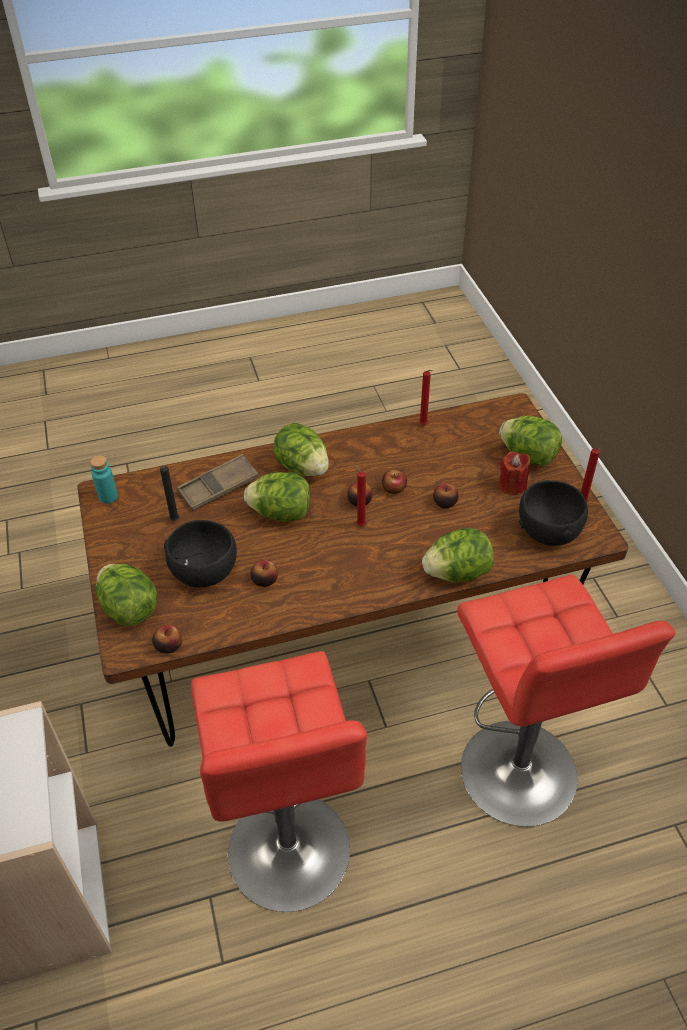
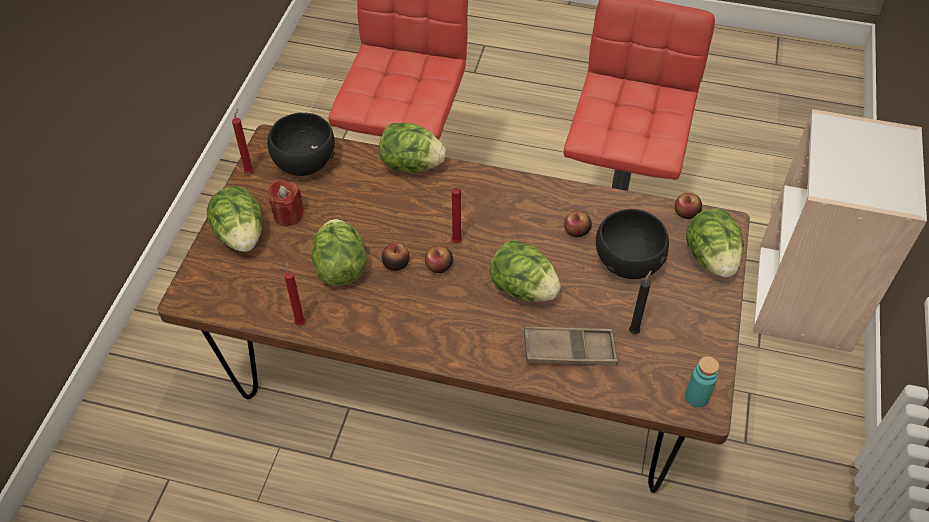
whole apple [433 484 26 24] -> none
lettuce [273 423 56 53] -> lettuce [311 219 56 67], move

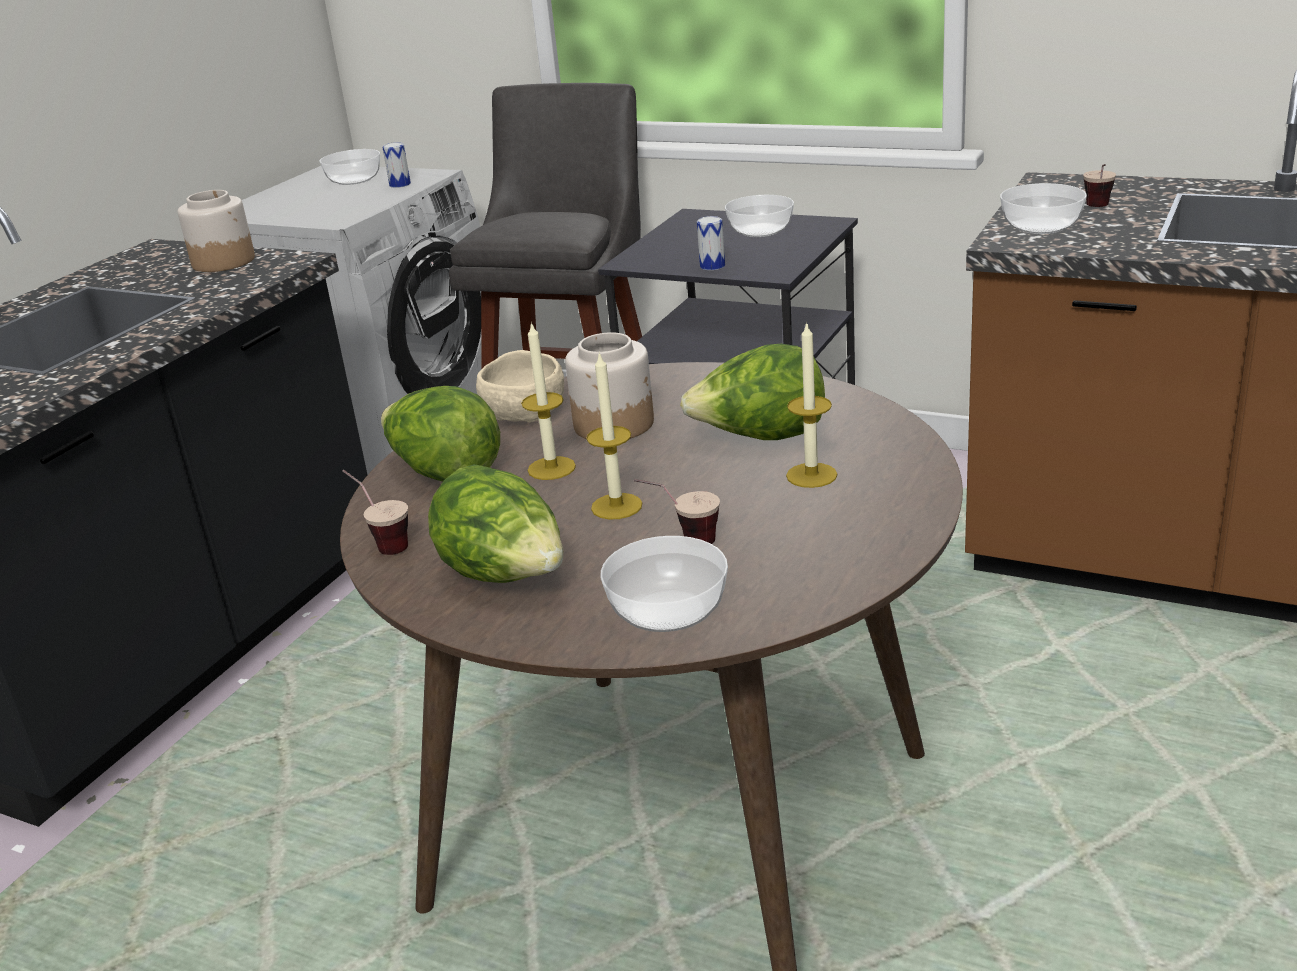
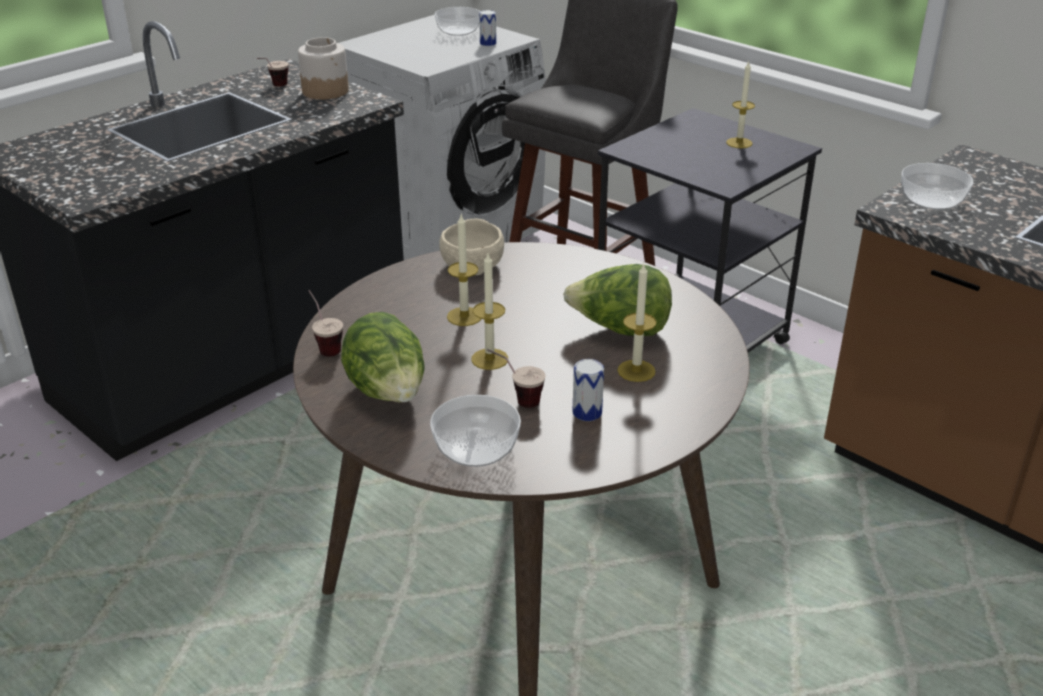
lettuce [381 386 119 96] -> none
jar [565 332 89 107] -> none
metal can [697 216 28 54] -> metal can [572 359 32 62], move
small cup [1083 164 33 43] -> small cup [257 58 32 29], move
serving bowl [725 195 69 42] -> wax light [726 61 29 87]

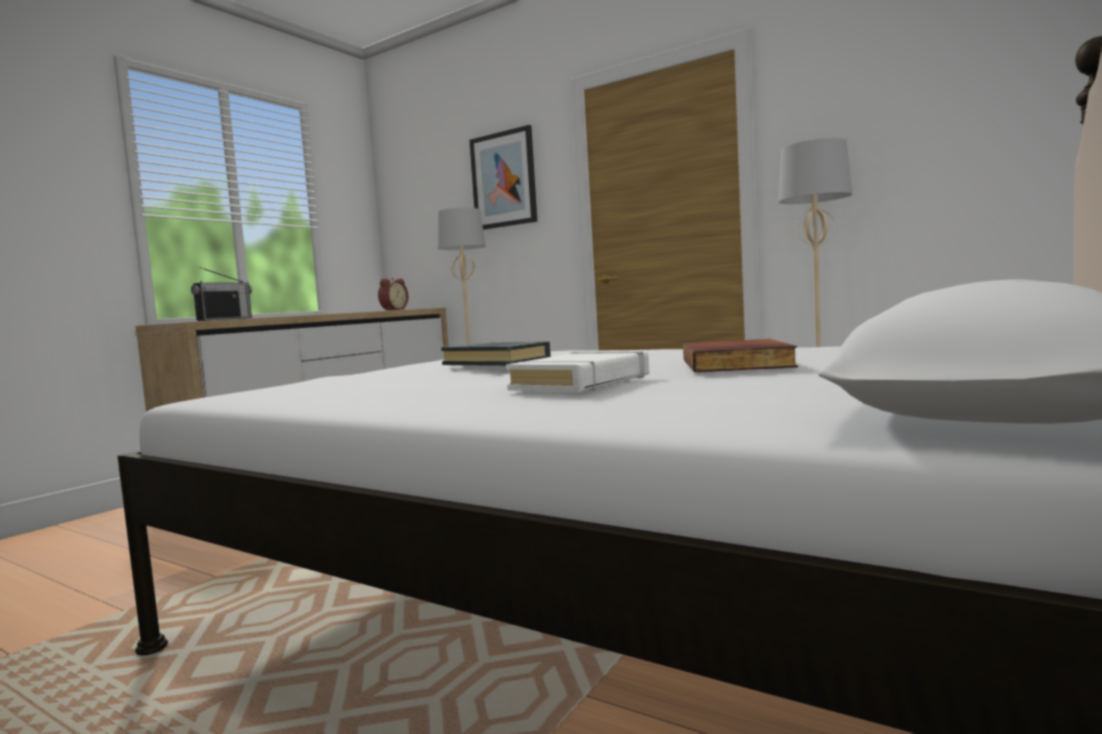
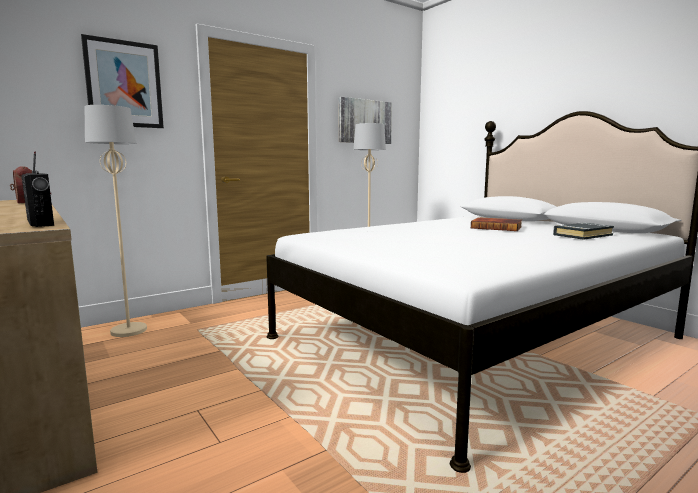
whitish bound book [506 351 143 42] -> none
none -> wall picture [339 97 53 47]
black bound book [441 341 110 25] -> black bound book [553 223 61 17], move

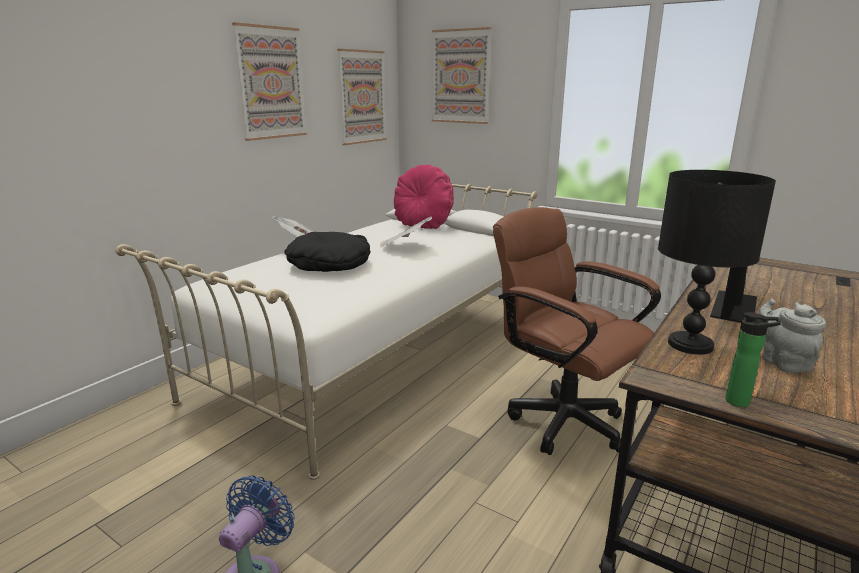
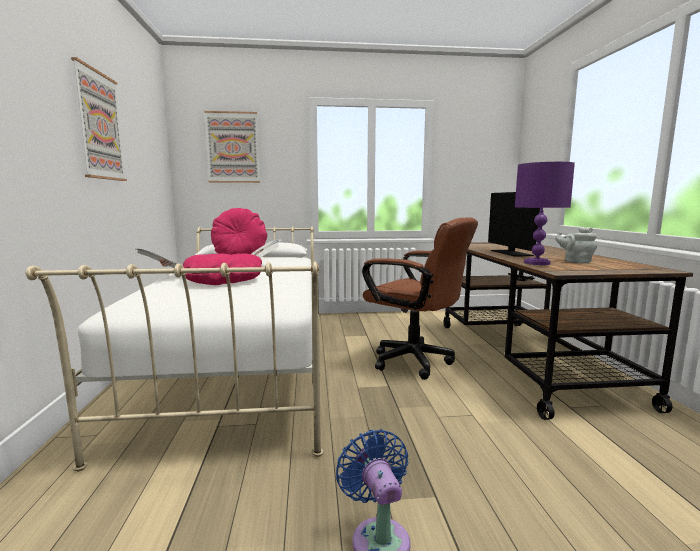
wall picture [337 49 50 96] -> none
beverage bottle [725 312 56 95] -> none
black throw pillow [284 232 86 40] -> pinkish throw pillow [183 253 79 32]
black lamp for a table [658 170 118 185] -> purple-coloured lamp for a table [515 162 60 103]
brown-coloured desk chair [493 207 168 248] -> brown-coloured desk chair [362 217 116 163], 150 degrees counterclockwise

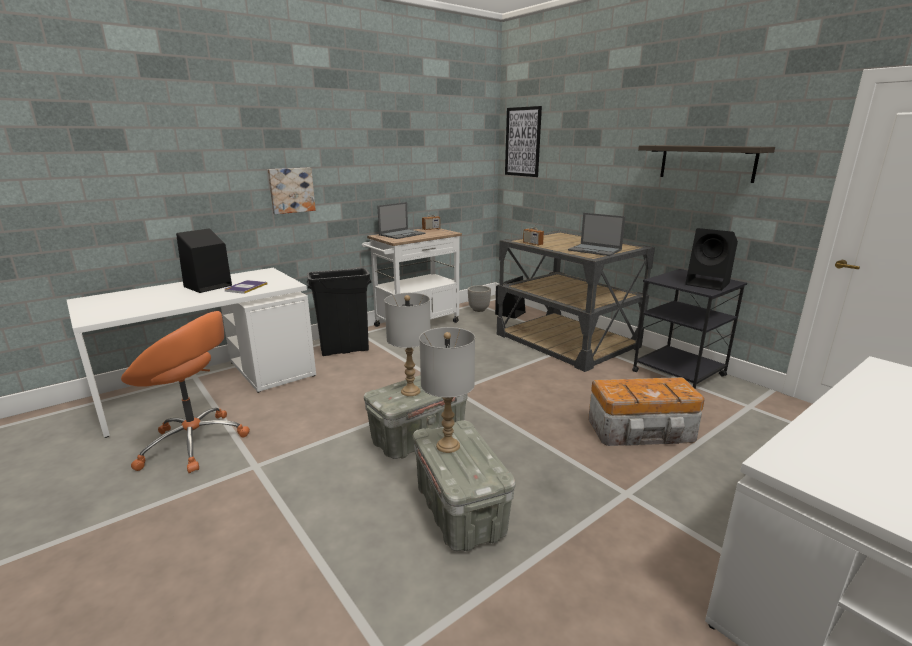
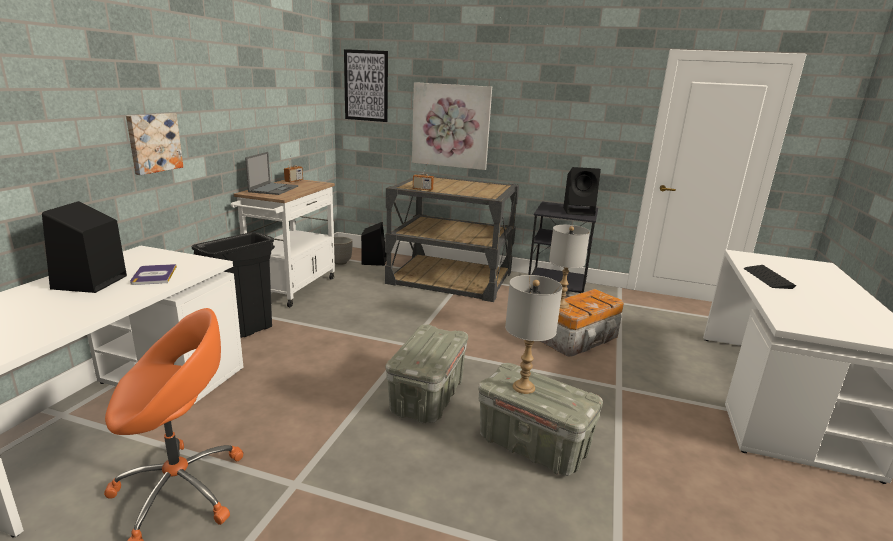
notebook computer [568 213 58 43] -> none
shelf [638 145 137 38] -> none
none -> wall picture [412 82 80 88]
none -> computer keyboard [743 265 53 24]
greyish lamp for a table [385 293 45 103] -> greyish lamp for a table [549 225 41 84], move

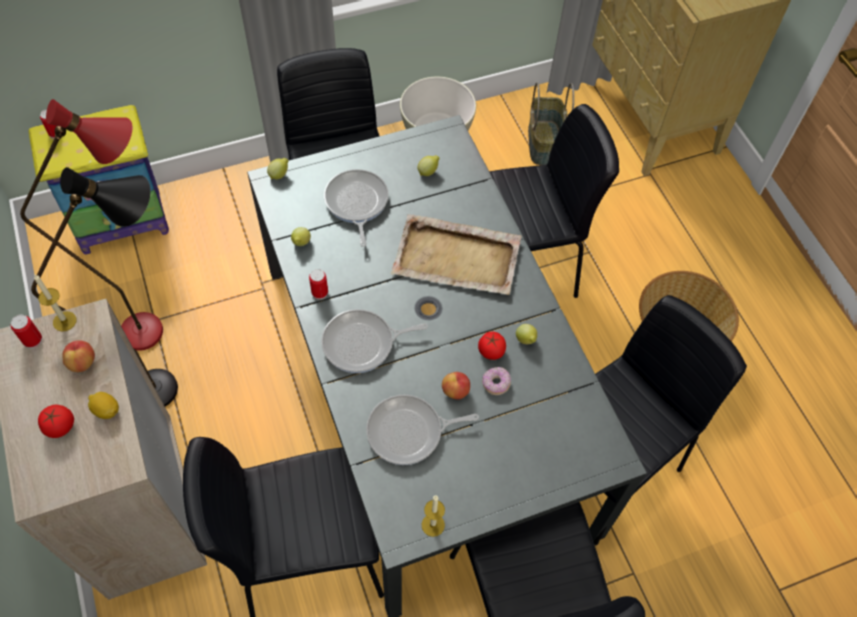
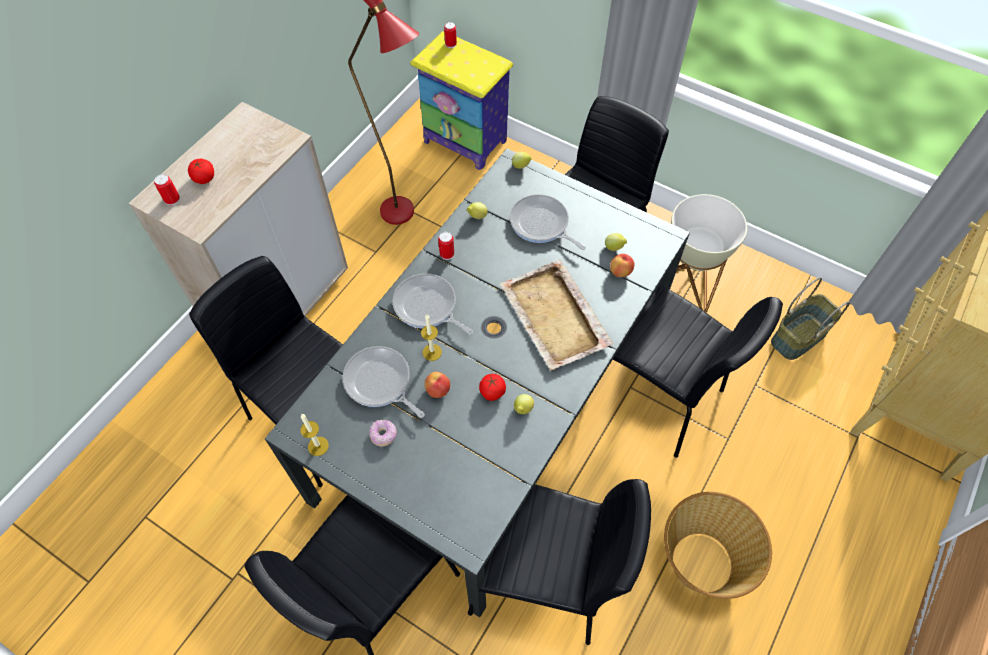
black floor lamp [31 167 147 239] -> none
lemon [88 392 31 27] -> none
metal can [11 315 31 33] -> metal can [154 174 26 32], move
wax light [34 274 43 57] -> wax light [421 315 21 46], move
whole apple [63 340 32 32] -> whole apple [610 254 25 23], move
doughnut [482 367 29 28] -> doughnut [369 419 28 27], move
skillet [324 169 65 78] -> skillet [510 194 76 56], 90 degrees counterclockwise

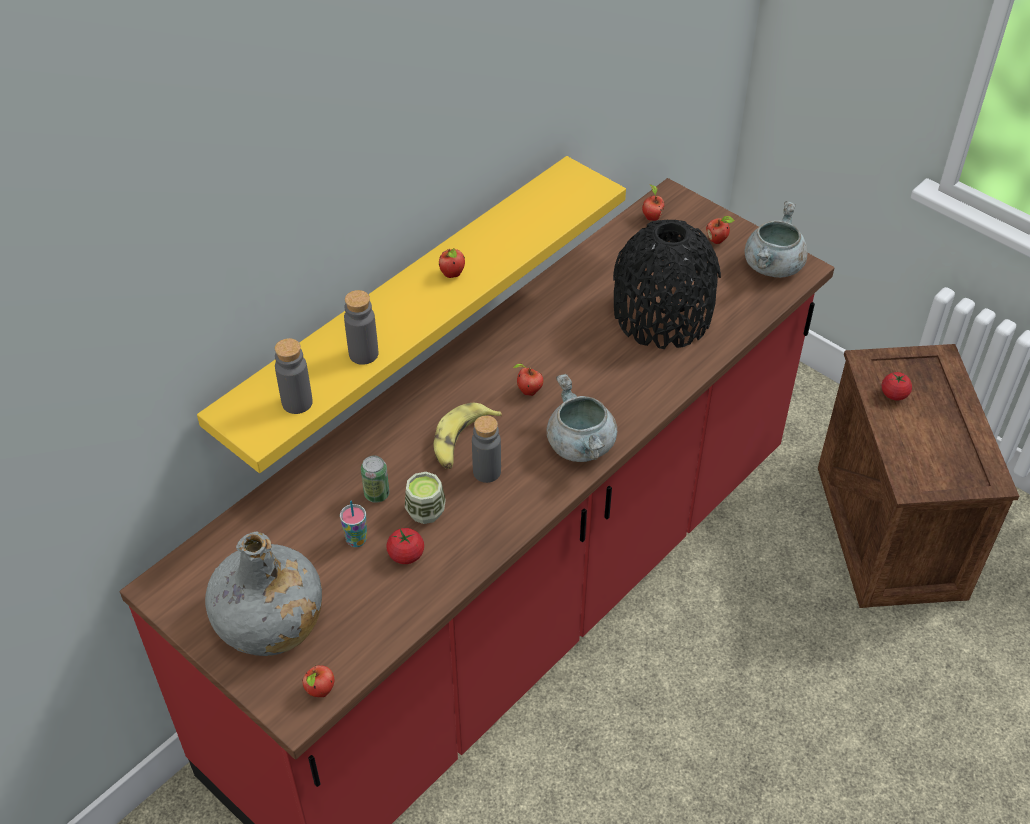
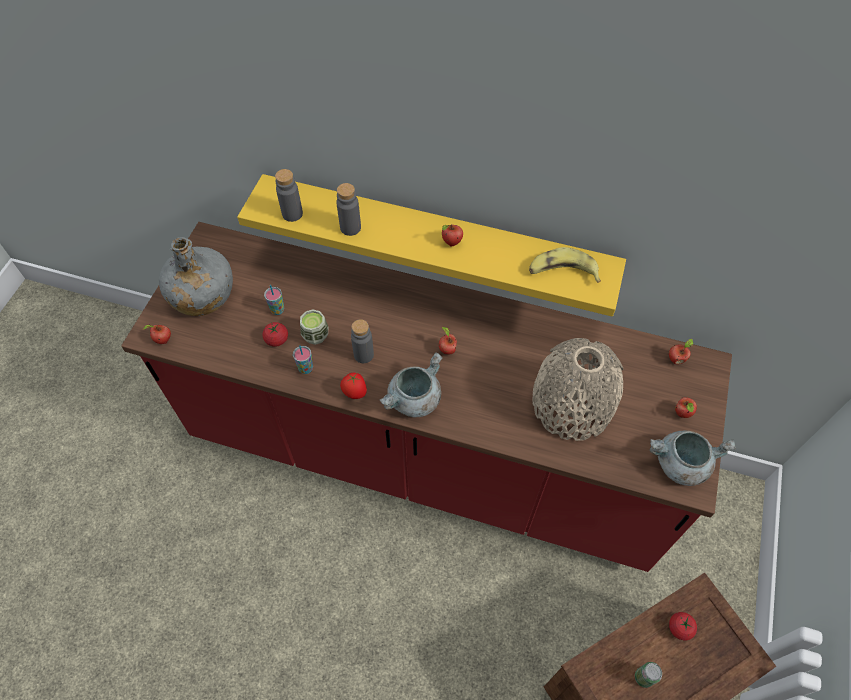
none -> small cup [293 345 20 29]
none -> tomato [340 373 27 26]
metal can [361 456 28 47] -> metal can [635 662 27 26], move
whole banana [433 403 69 66] -> whole banana [529 247 72 36], move
black decorative vase [613 220 108 129] -> beige decorative vase [532 338 91 103]

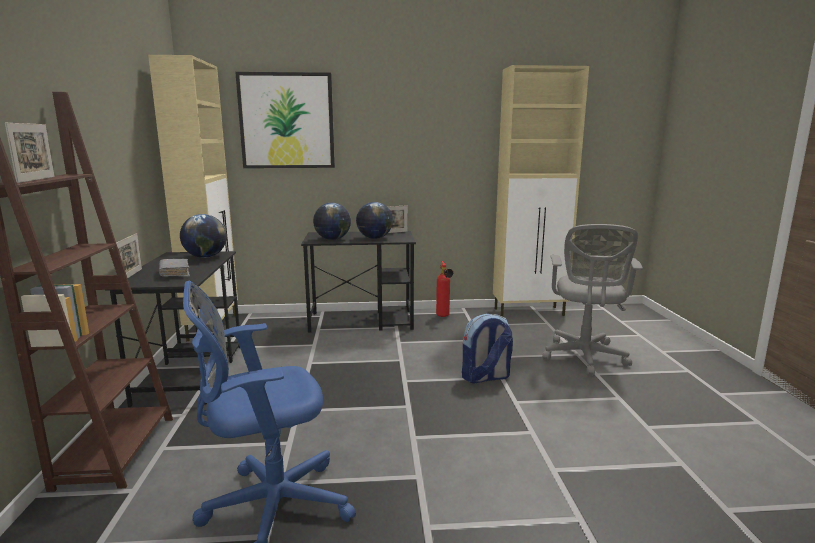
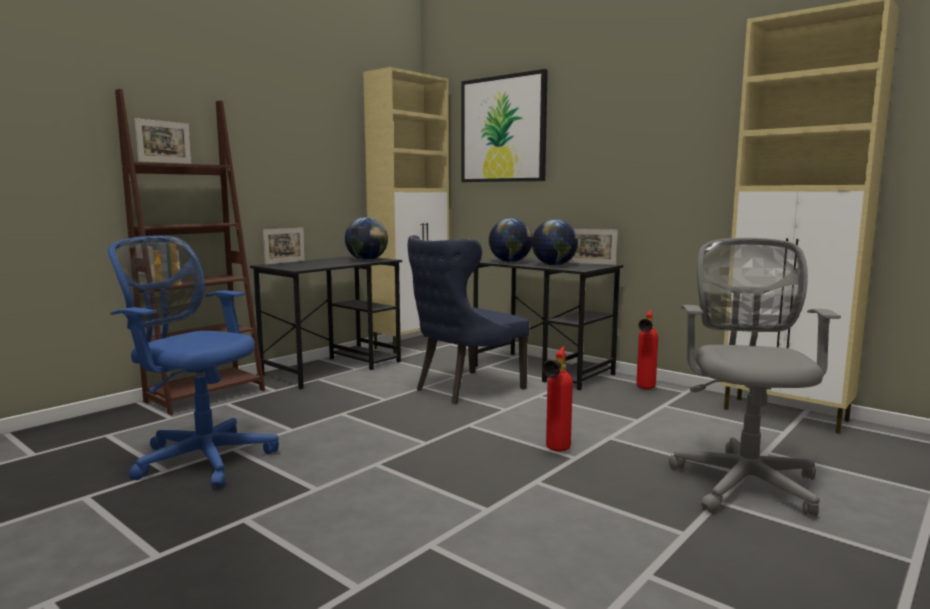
greyish bound book [159 259 31 18] -> none
none -> bluish chair [408 235 121 169]
knapsack [462 314 51 70] -> fire extinguisher [543 347 30 104]
greyish desk chair [542 224 101 152] -> greyish desk chair [669 238 172 278], 135 degrees clockwise

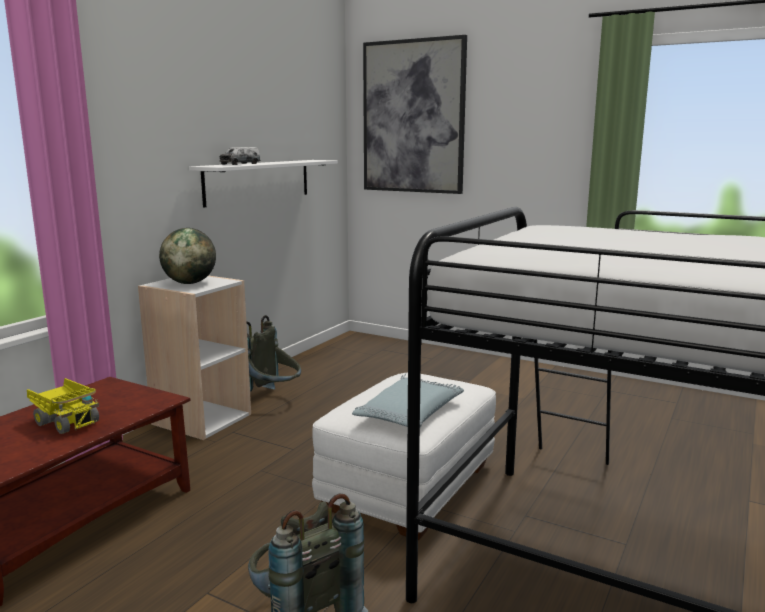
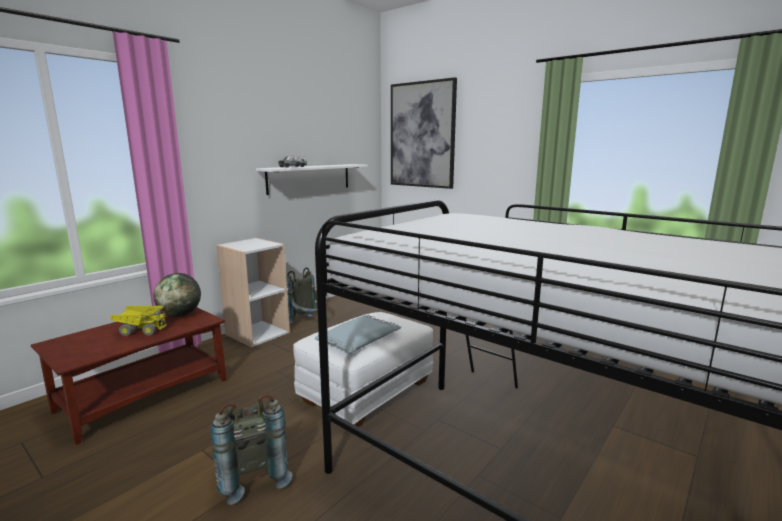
desk globe [159 228 57 56] -> desk globe [153 273 48 44], move
toy truck [27 378 72 56] -> toy truck [111 305 56 31], 45 degrees counterclockwise

